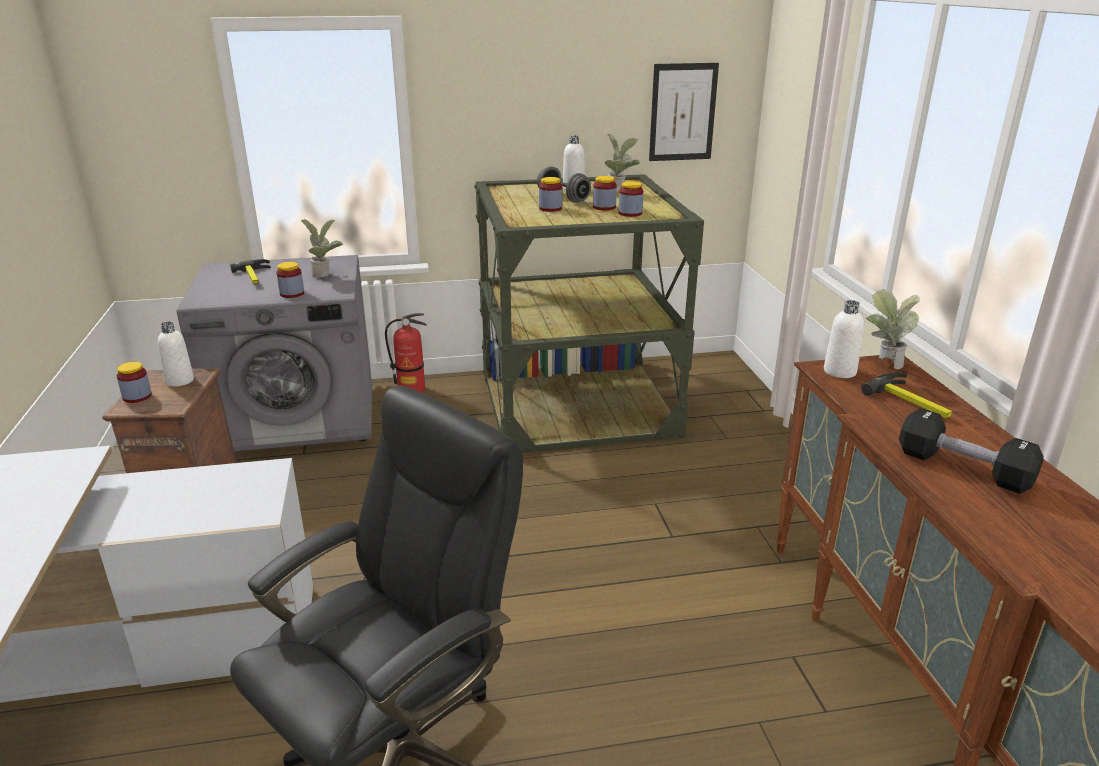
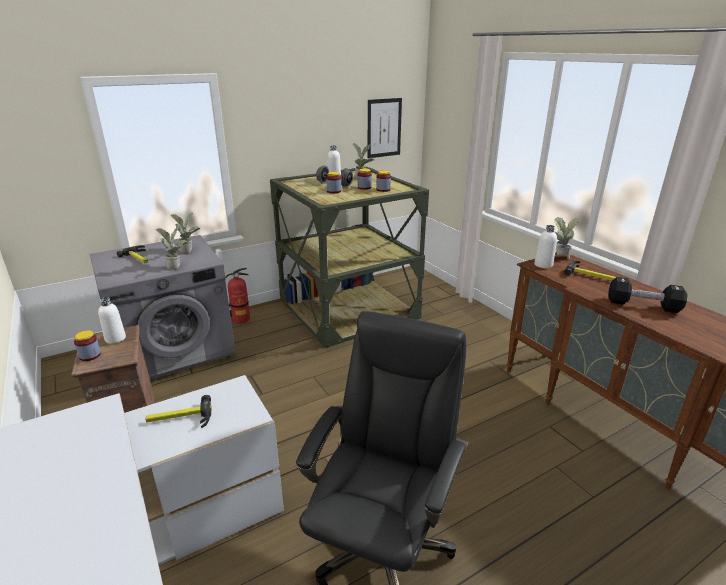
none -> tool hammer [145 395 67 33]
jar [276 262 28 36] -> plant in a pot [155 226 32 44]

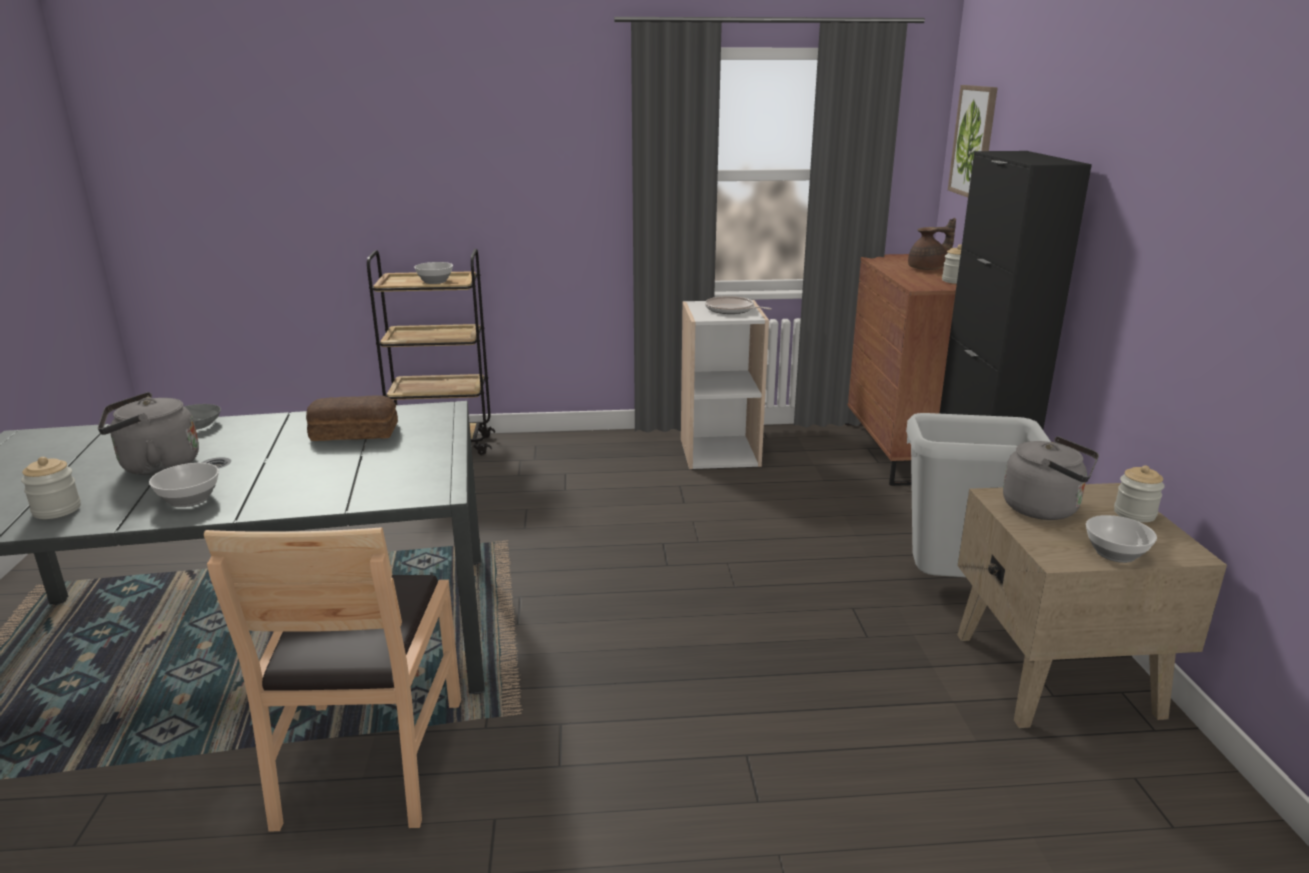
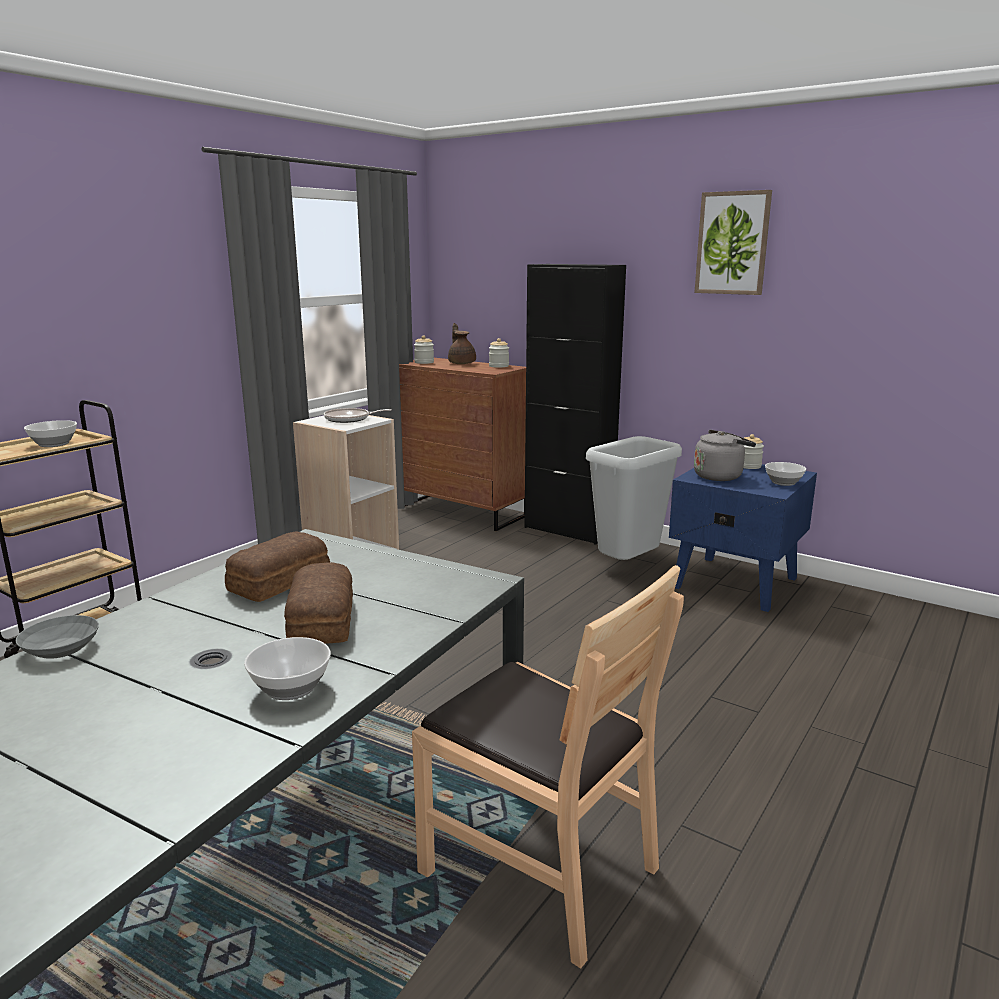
greyish water kettle [98 392 101 83] -> none
none -> bread [284 562 69 82]
jar [21 457 60 62] -> jar [414 335 20 29], move
wall picture [948 85 50 112] -> wall picture [694 190 78 105], move
beige night table [957 483 270 245] -> bluish night table [669 464 148 148]
brown-coloured tea pot [908 218 48 52] -> brown-coloured tea pot [448 323 28 41], 45 degrees counterclockwise

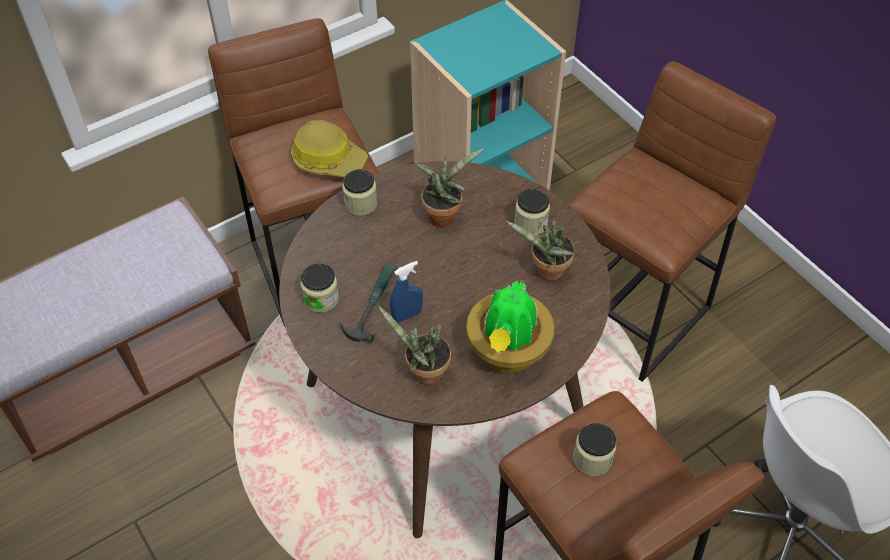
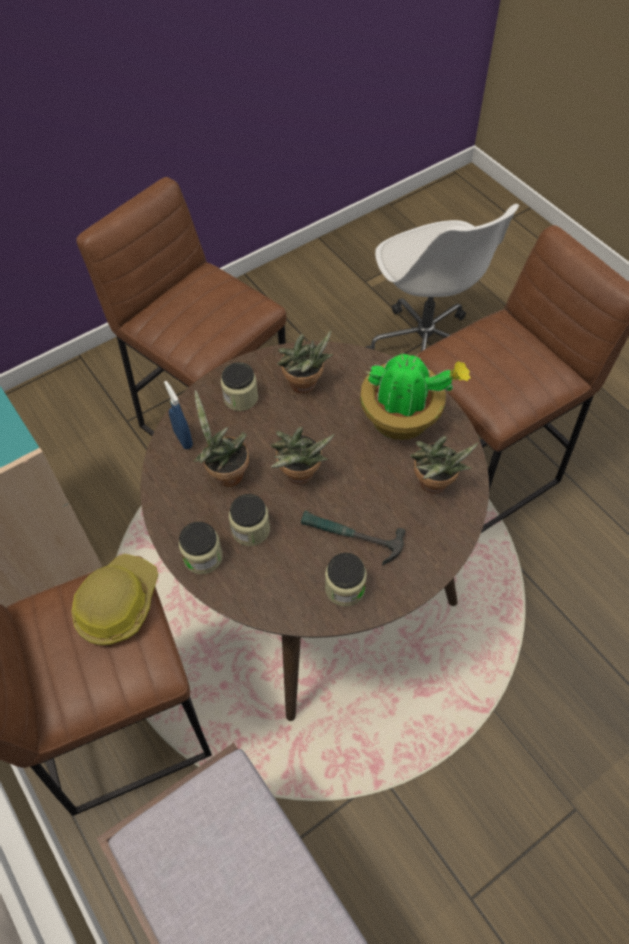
none -> plant in a pot [271 427 64 57]
bluish spray bottle [390 261 33 62] -> bluish spray bottle [164 381 29 68], move
jar [573 423 44 53] -> jar [229 494 41 52], move

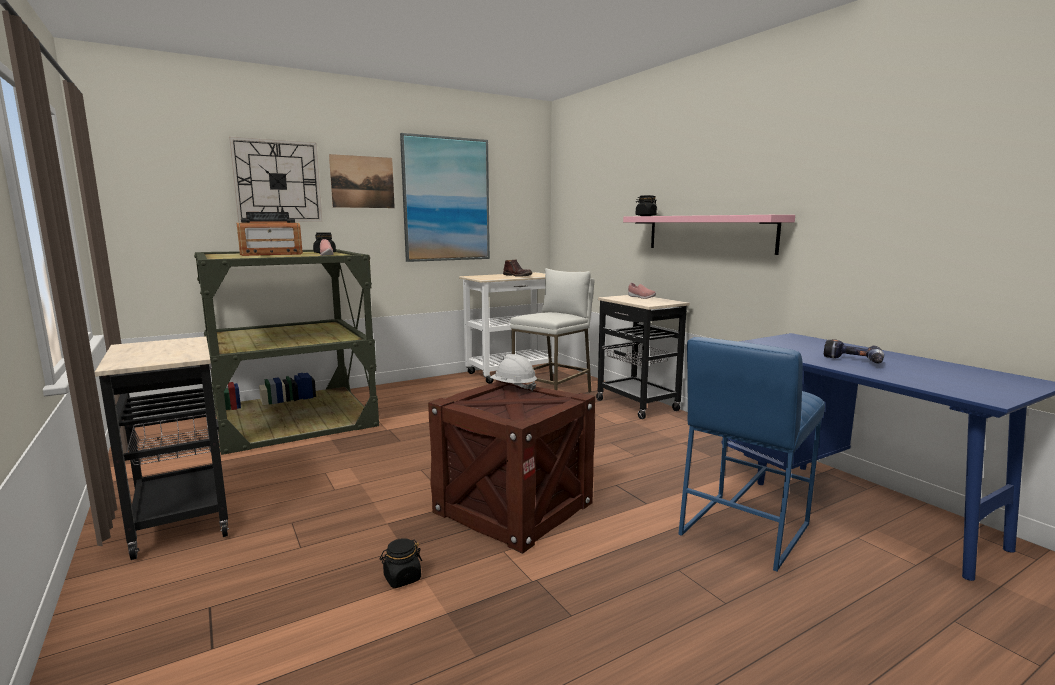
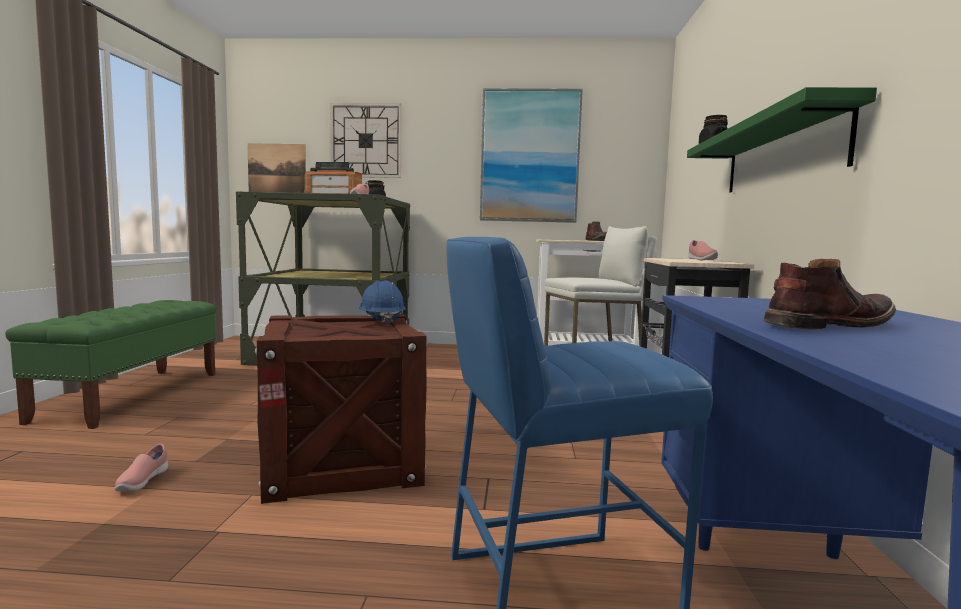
wall picture [329 154 66 54] -> wall picture [247 143 59 50], move
trolley [95 336 134 224] -> green-coloured long seat [5 300 212 129]
black jar [380 538 42 50] -> pinkish low shoe [114 444 54 47]
electric drill [824 339 60 24] -> brown-coloured high-top boot [763 259 133 70]
whitish work helmet [490 354 47 37] -> bluish work helmet [359 281 47 44]
pinkish shelf [623 215 172 40] -> green-coloured shelf [687 87 190 106]

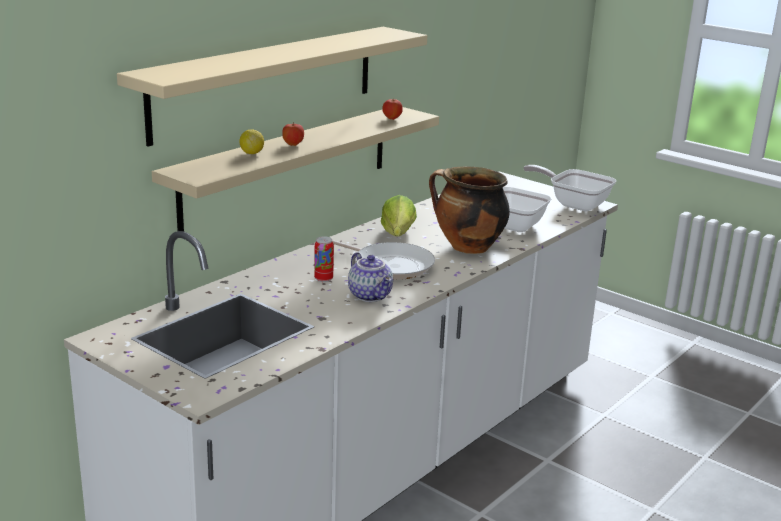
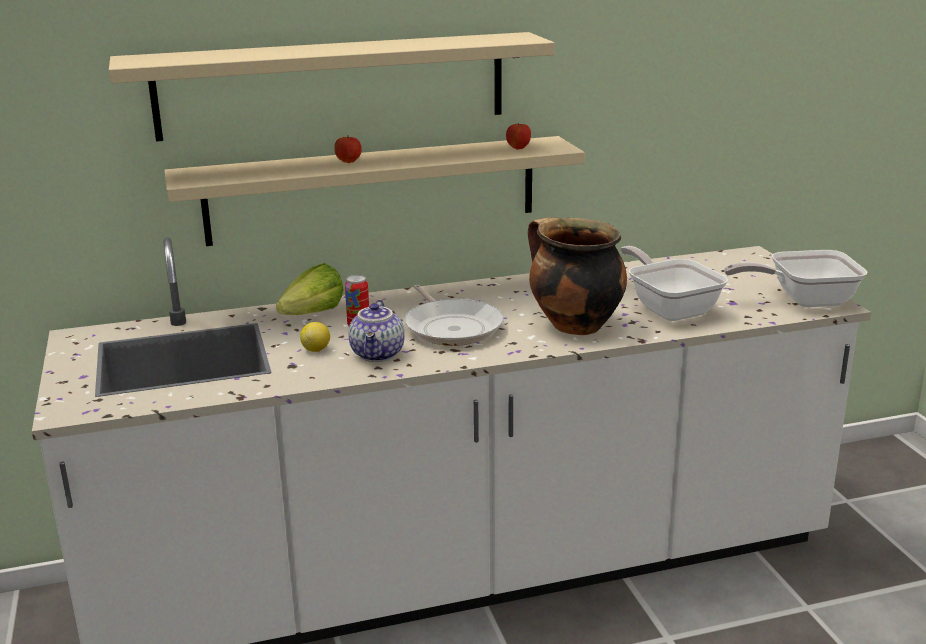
lemon [239 130 25 24] -> lemon [300 322 30 30], move
lettuce [381 195 36 41] -> lettuce [276 263 68 52], move
skillet [523 165 93 46] -> skillet [724 250 143 57], 75 degrees counterclockwise

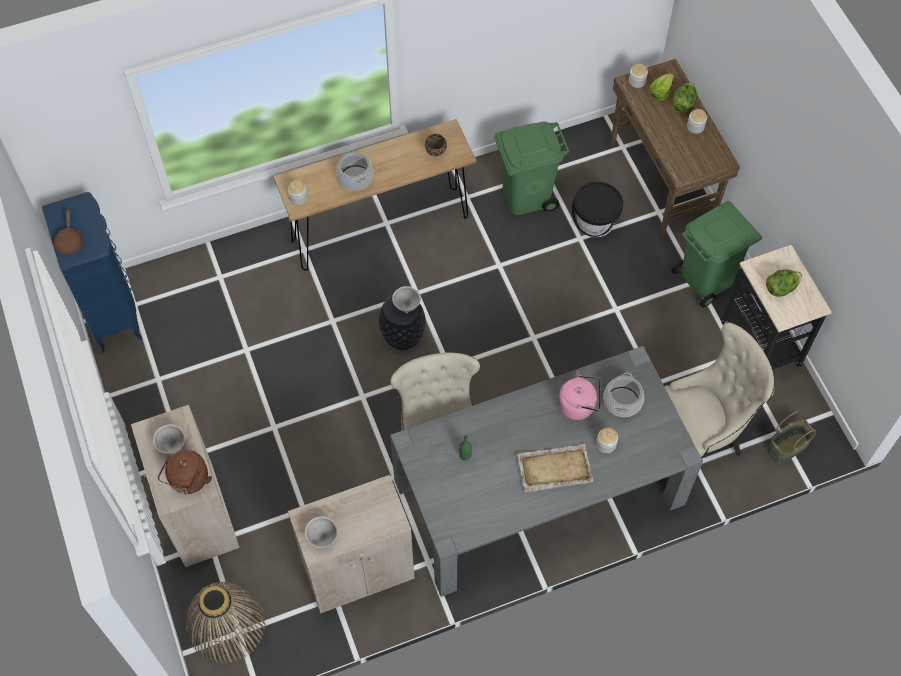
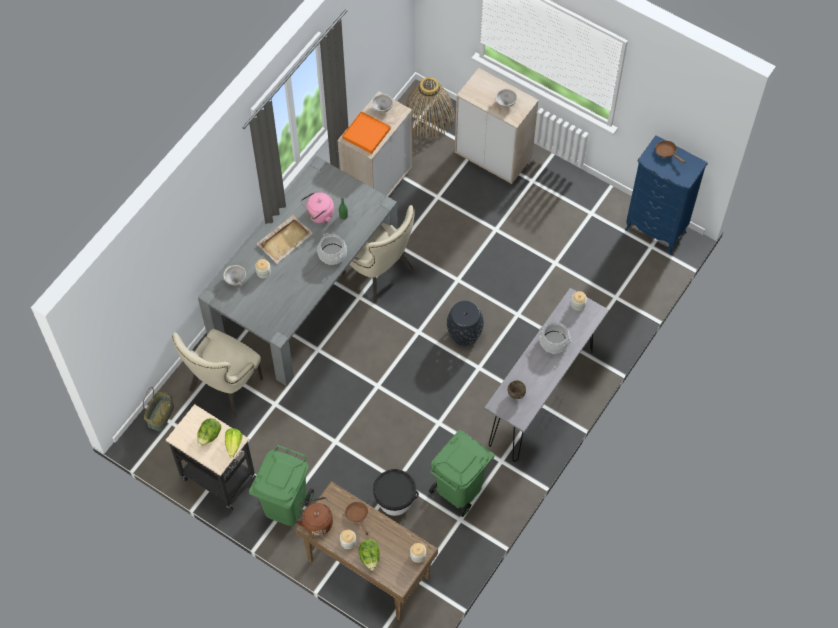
none -> orangey serving tray [342 111 48 43]
none -> brown-coloured skillet [345 502 23 33]
brown-coloured water kettle [158 450 54 44] -> brown-coloured water kettle [296 497 37 39], move
greyish serving bowl [392 286 29 27] -> greyish serving bowl [223 265 23 20], move
pinkish water kettle [558 371 43 49] -> pinkish water kettle [301 192 33 31], move
stockpot [603 373 41 44] -> stockpot [317 233 30 32], move
lettuce [649 73 25 28] -> lettuce [225 428 18 30], move
brown-coloured narrow table [273 119 204 152] -> greyish narrow table [484 288 125 174]

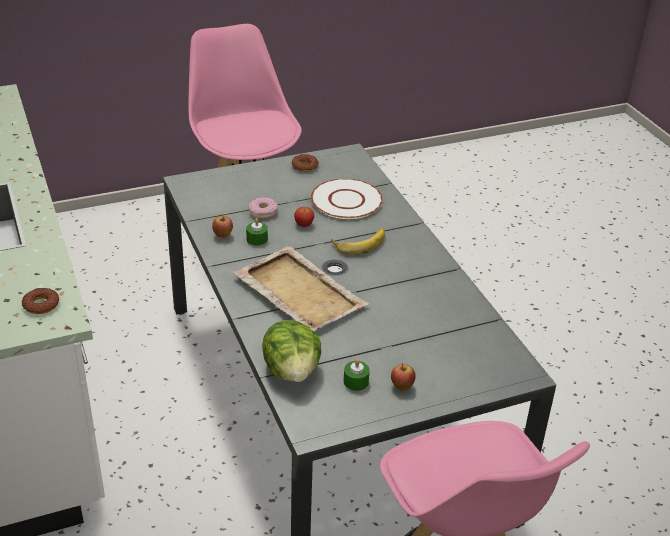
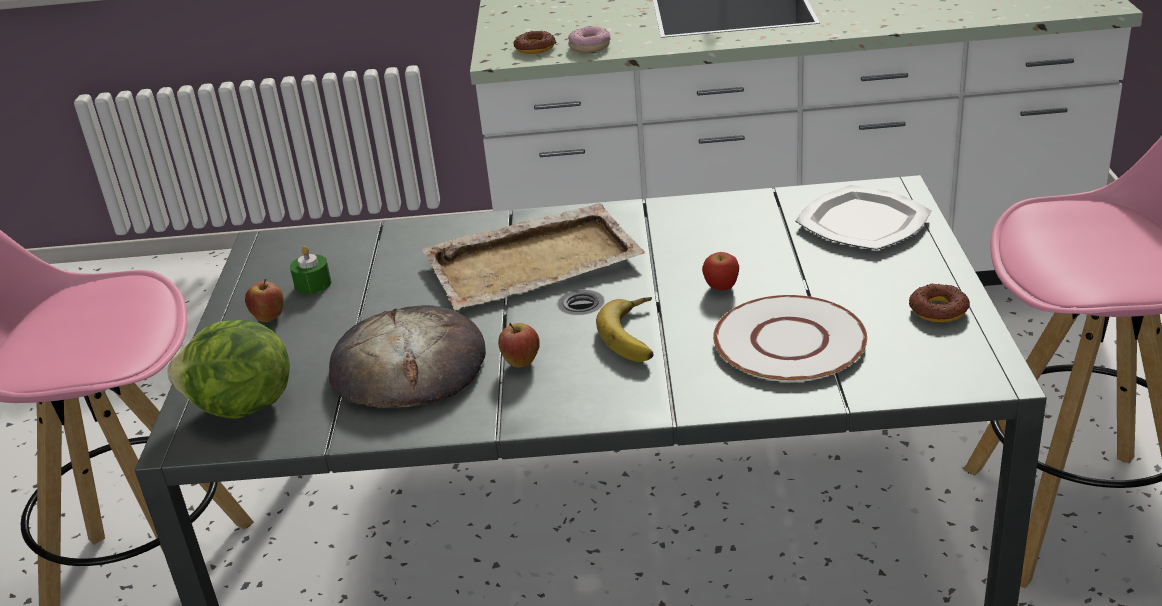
green-coloured wax light [246 218 22 28] -> none
none -> bread [329 305 157 103]
none -> plate [795 185 137 65]
whole apple [212 216 21 22] -> whole apple [498 323 42 45], move
doughnut [248 197 30 22] -> doughnut [568 26 42 27], move
lettuce [262 320 59 62] -> lettuce [167 320 123 99], move

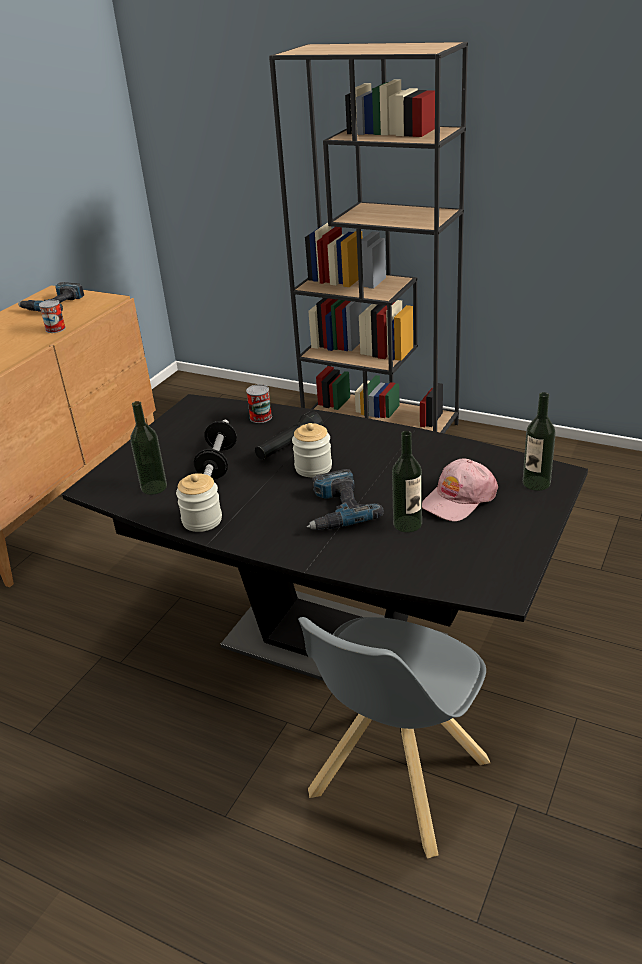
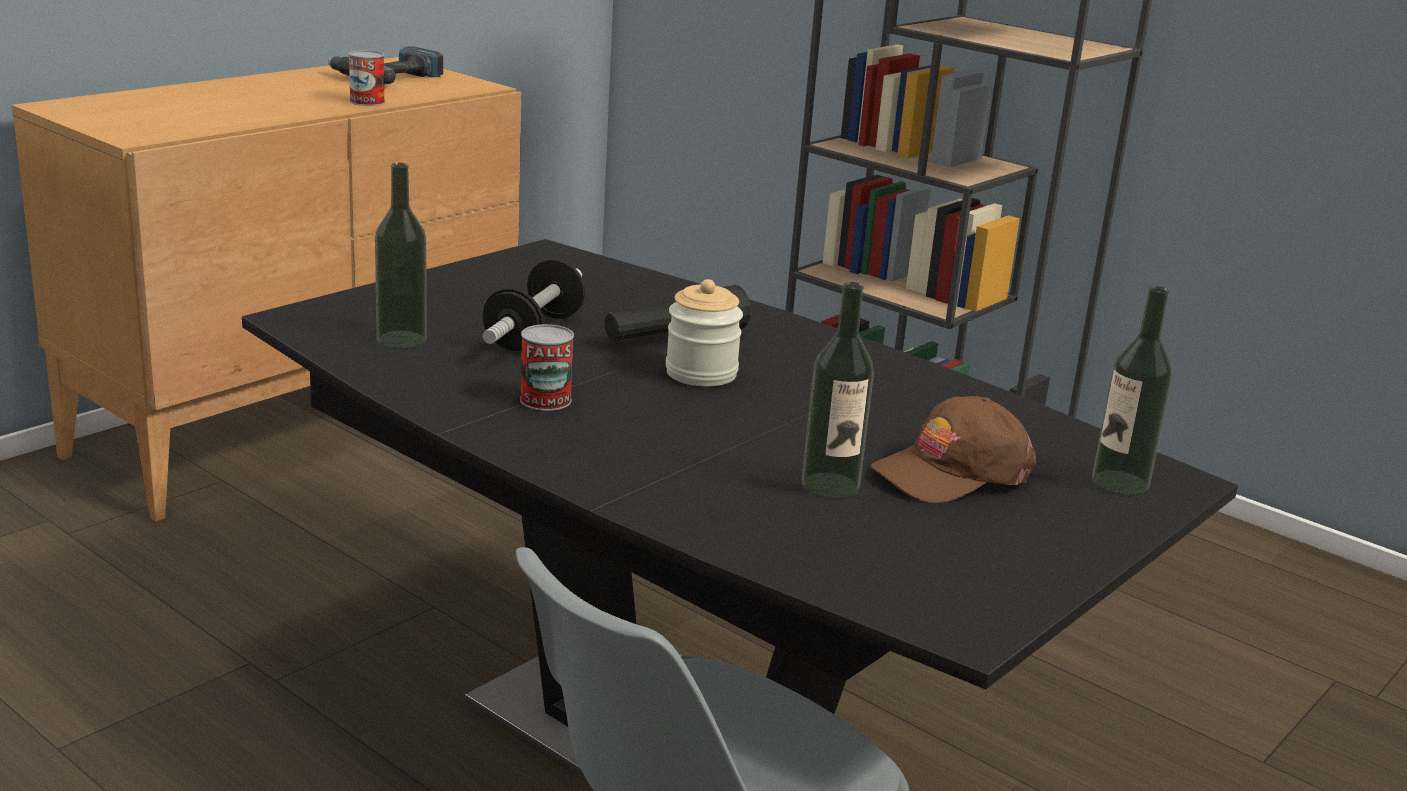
jar [176 473 46 59] -> none
electric drill [307 469 77 61] -> none
metal can [246 384 26 39] -> metal can [520 324 54 87], move
pinkish peaked cap [422 459 76 62] -> brown-coloured peaked cap [870 396 166 107]

